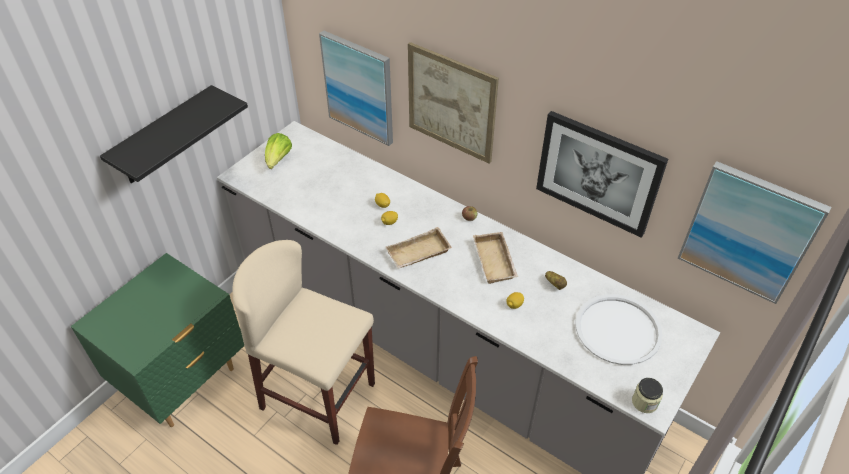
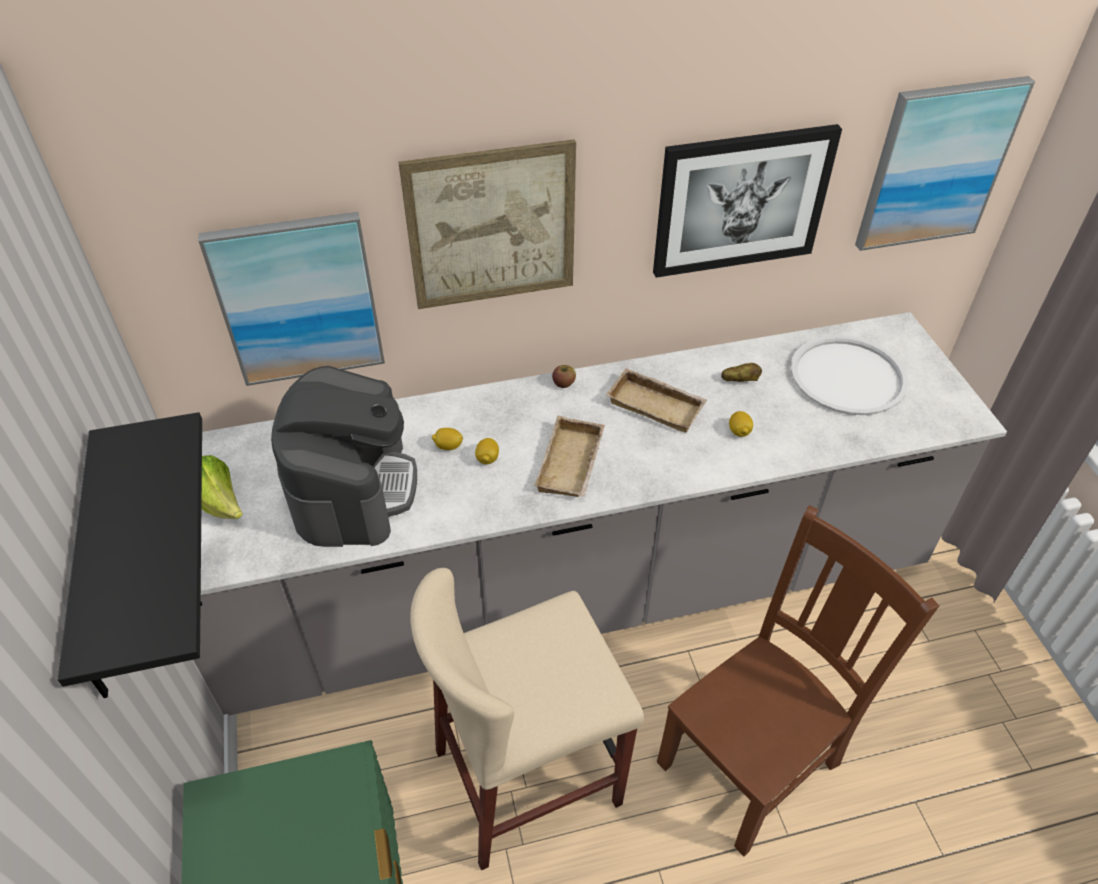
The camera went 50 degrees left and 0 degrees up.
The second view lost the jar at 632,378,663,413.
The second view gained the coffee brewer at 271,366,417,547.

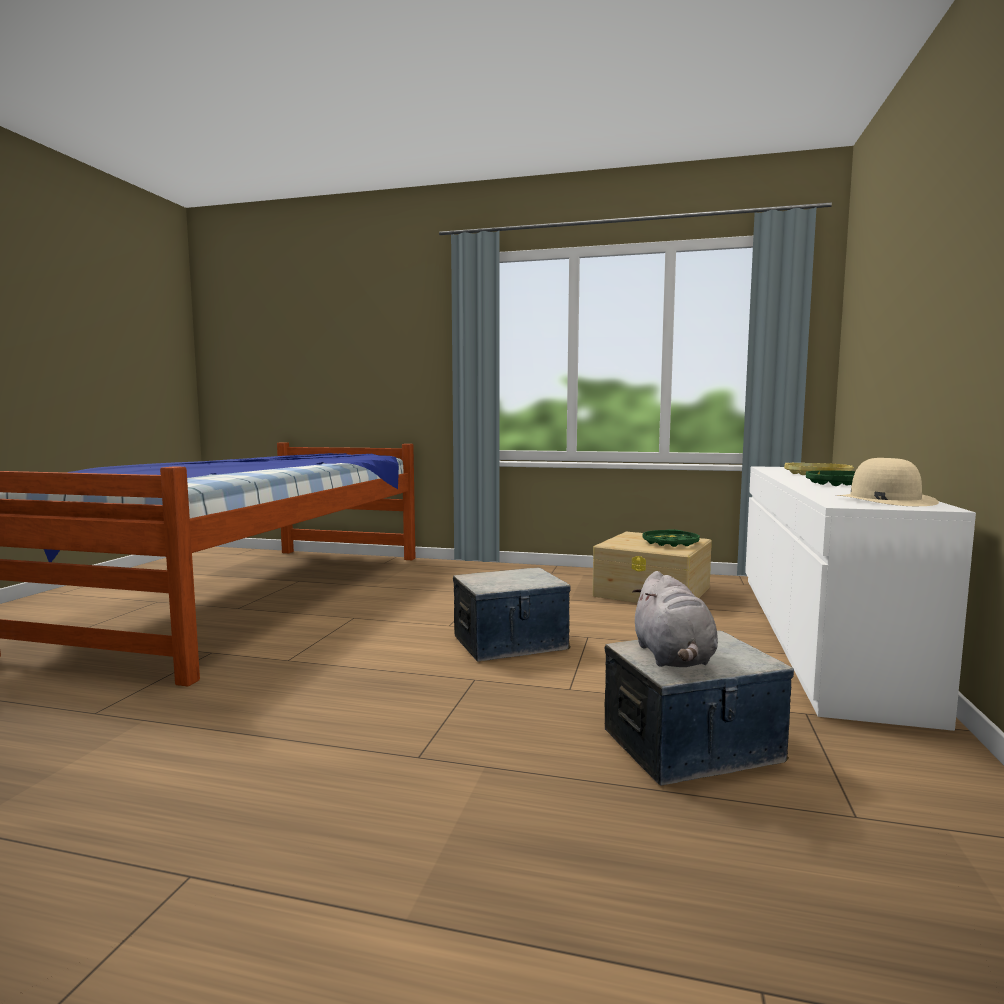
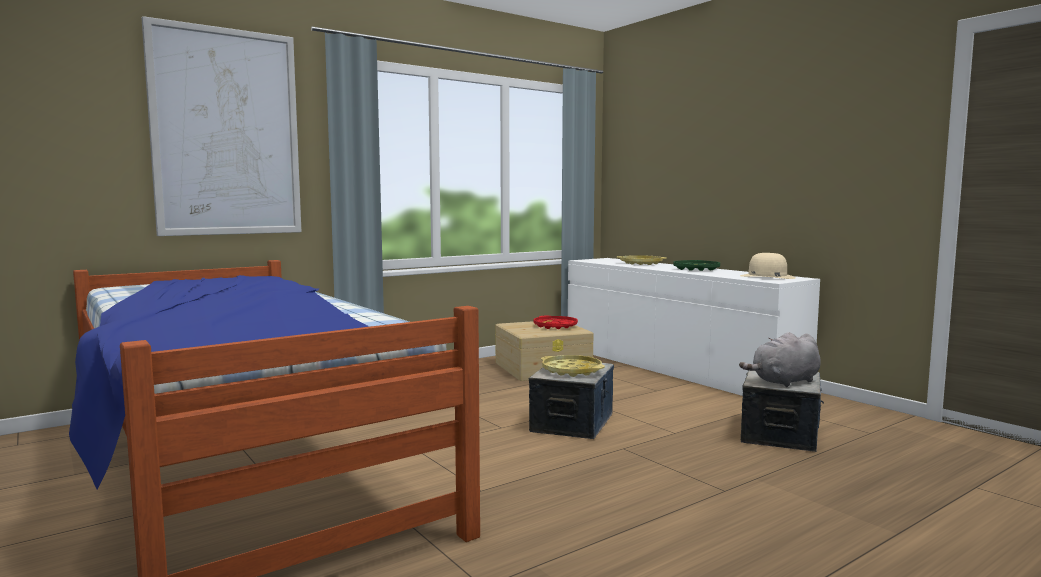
The camera went 50 degrees left and 0 degrees up.
The second view gained the picture at 142,16,302,236.
The second view gained the yellow-coloured serving tray at 541,355,605,377.
What was the green-coloured serving tray at 642,529,700,547 turned into the red-coloured serving tray at 533,316,578,329.
The gray plush toy at 632,571,718,667 ended up facing another way, 120 degrees clockwise from before.

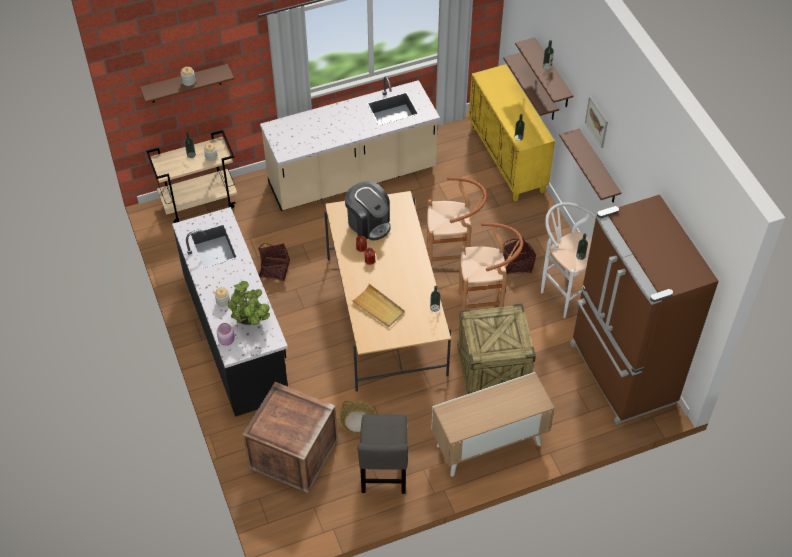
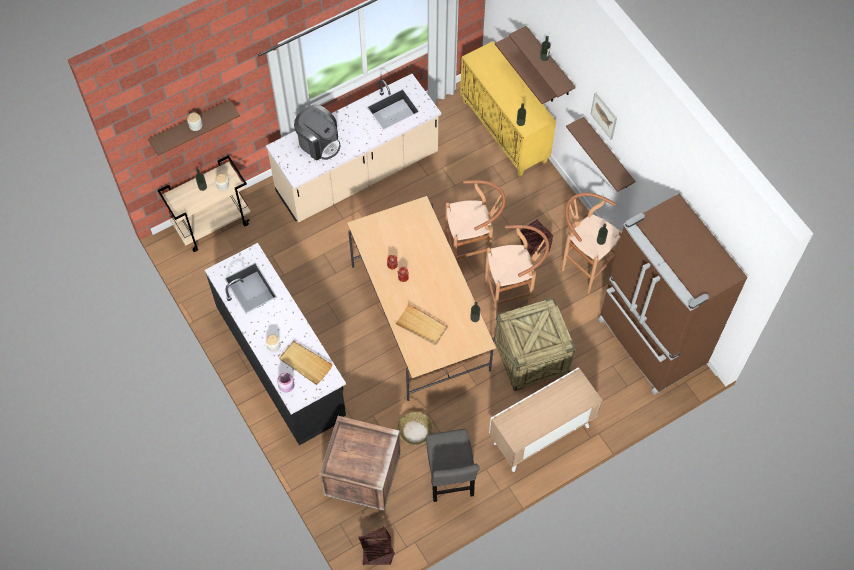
The camera went 10 degrees left and 10 degrees up.
The storage basket ended up elsewhere, having gone from 258,243,290,281 to 358,527,394,565.
The coffee brewer ended up elsewhere, having gone from 345,181,391,241 to 294,105,340,161.
Where the plant in a pot stood at 228,281,270,326, the beige serving tray came to stand at 279,341,333,385.
What was the whitish stool at 541,202,596,318 turned into the brown-coloured stool at 562,192,622,294.

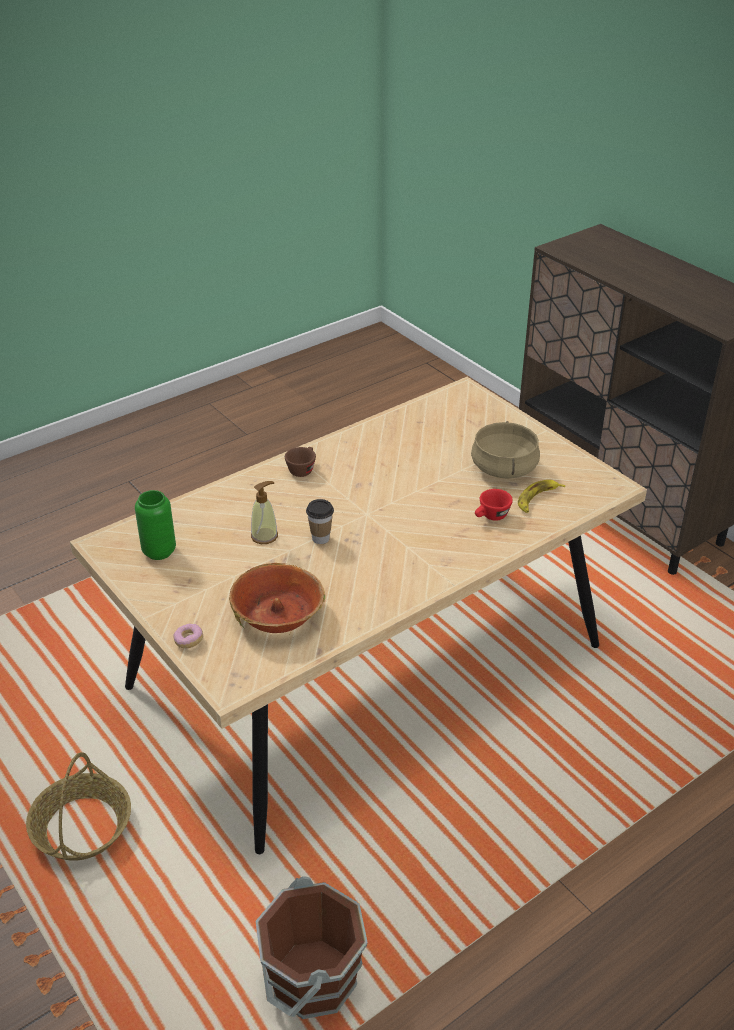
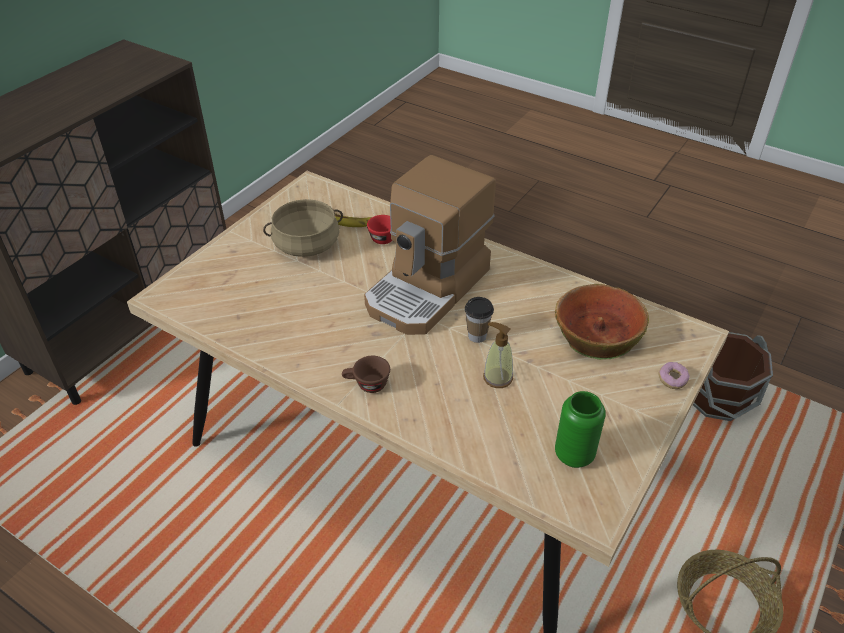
The camera went 110 degrees left and 5 degrees up.
The second view gained the coffee brewer at 364,155,496,335.

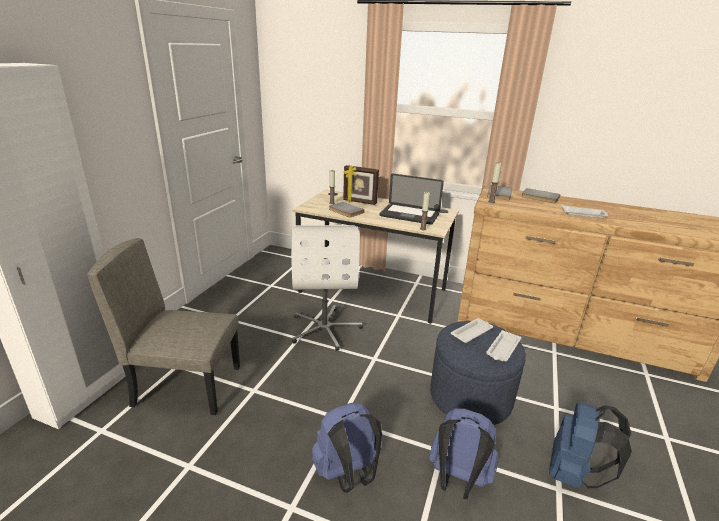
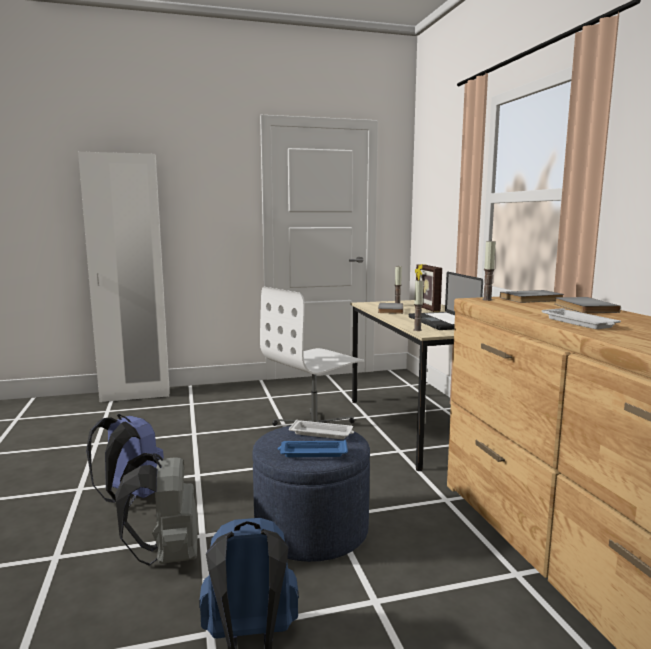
The camera went 55 degrees right and 15 degrees down.
The second view lost the beige chair at 87,238,240,415.
What was the blue knapsack at 430,408,499,499 turned into the gray knapsack at 115,453,198,566.
What was the whitish serving tray at 486,330,521,361 turned into the blue serving tray at 278,440,348,457.

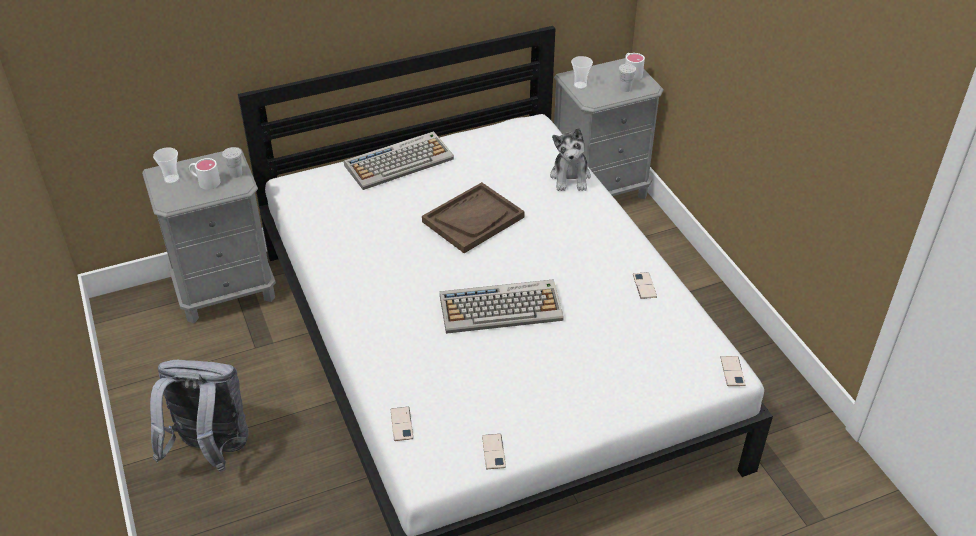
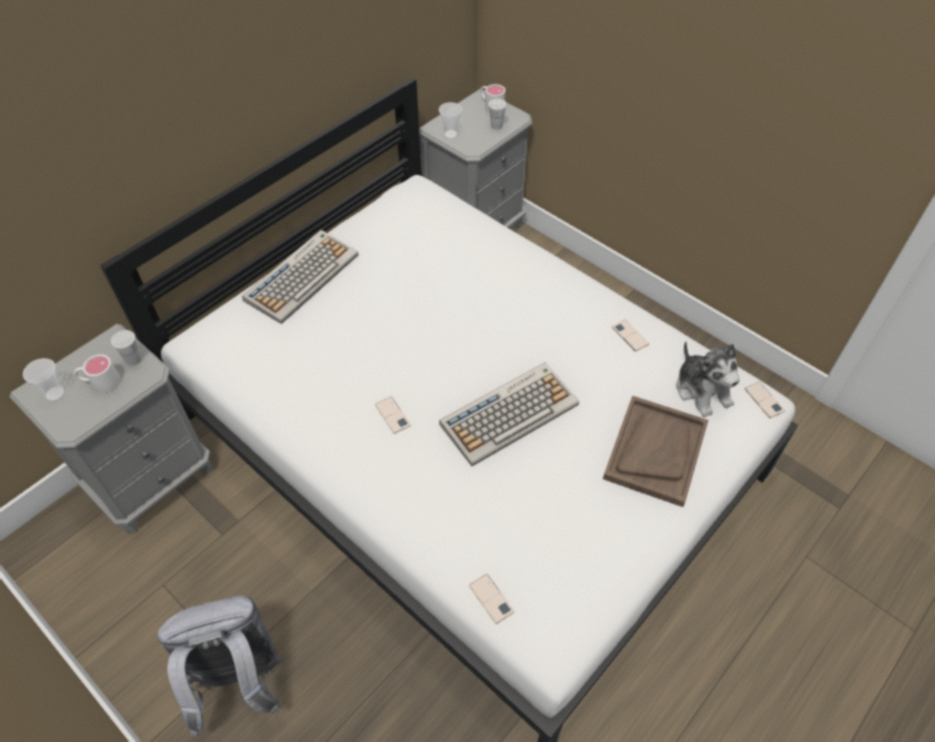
The camera went 25 degrees left and 10 degrees up.
The brown-coloured serving tray ended up elsewhere, having gone from 422,182,525,253 to 603,396,709,507.
The phone ended up elsewhere, having gone from 482,434,506,469 to 375,396,411,434.
The plush toy ended up elsewhere, having gone from 550,128,591,191 to 677,341,740,417.

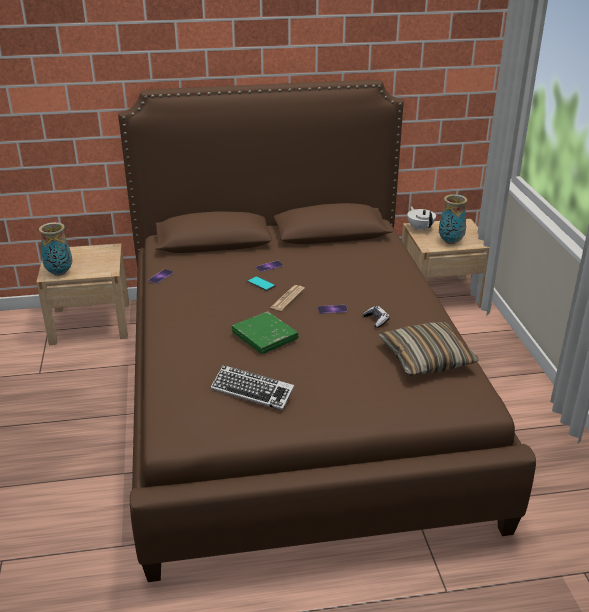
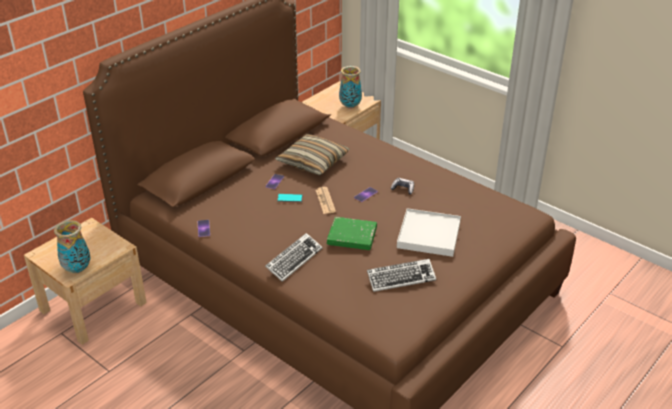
The camera went 40 degrees left and 5 degrees up.
The second view lost the whitish teapot at 407,206,436,231.
The second view gained the keyboard at 265,233,322,282.
The second view gained the whitish serving tray at 397,208,461,257.
The pillow ended up elsewhere, having gone from 379,322,478,376 to 275,134,349,176.

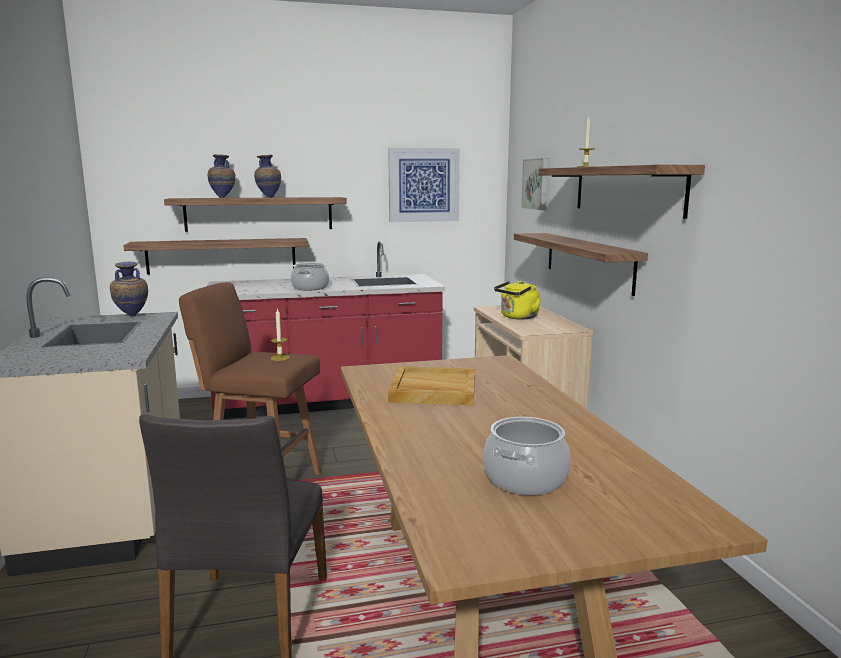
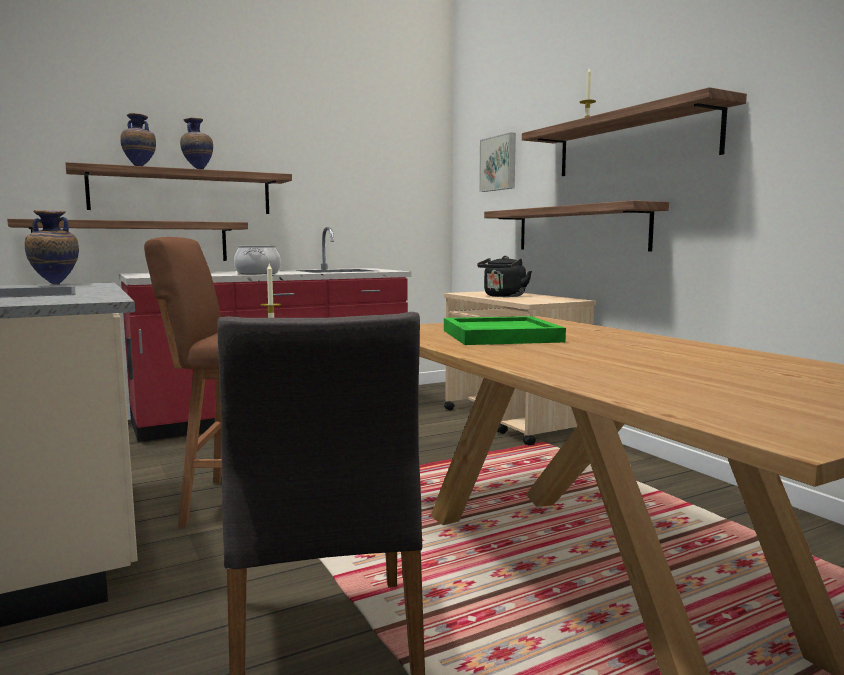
The camera went 15 degrees left and 5 degrees down.
The second view lost the picture at 388,148,460,222.
The second view lost the stockpot at 483,417,570,495.
What was the beige serving tray at 388,366,475,405 turned into the green-coloured serving tray at 444,316,566,345.
What was the yellow-coloured water kettle at 494,281,541,320 turned into the black-coloured water kettle at 477,256,532,297.

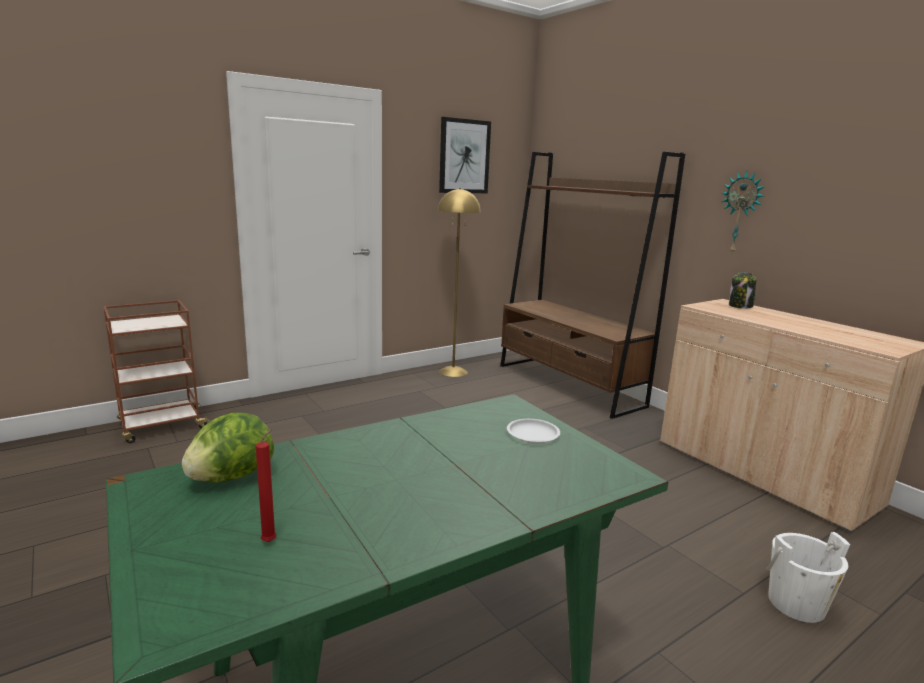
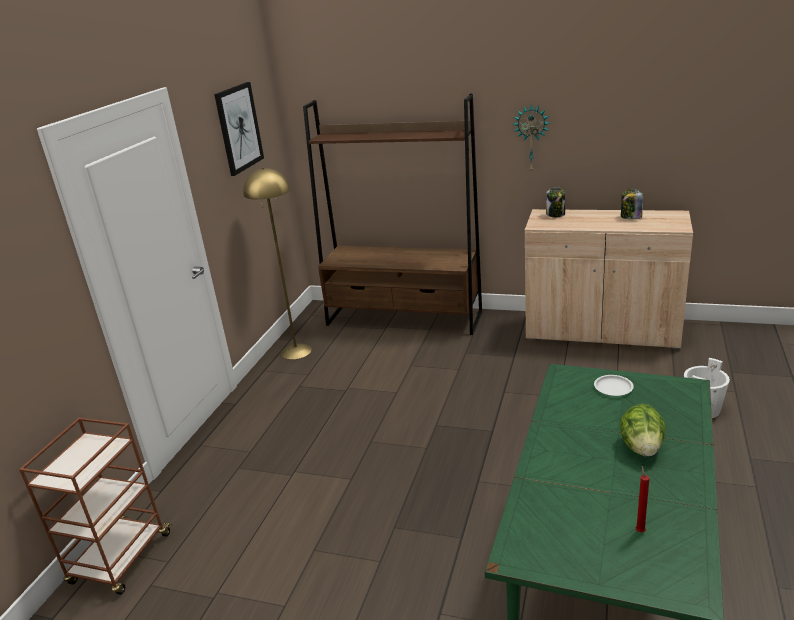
The camera went 35 degrees left and 10 degrees up.
The second view gained the jar at 621,189,643,219.
The lettuce ended up elsewhere, having gone from 182,412,274,483 to 620,404,665,457.

